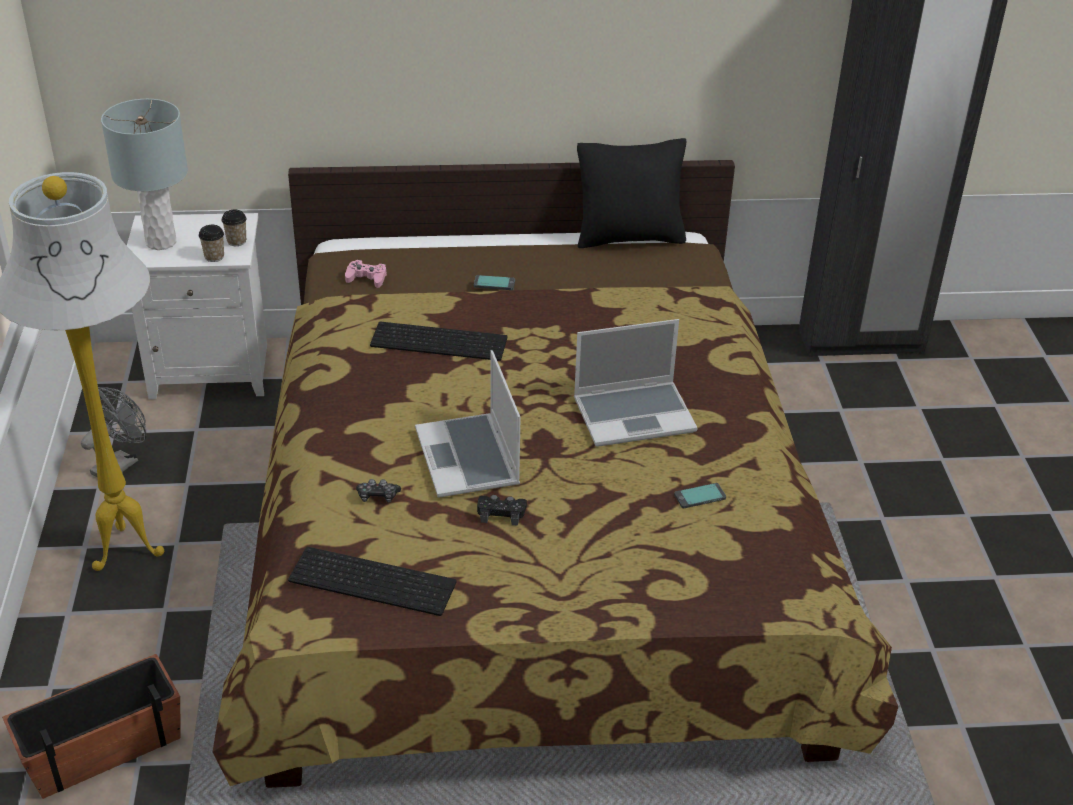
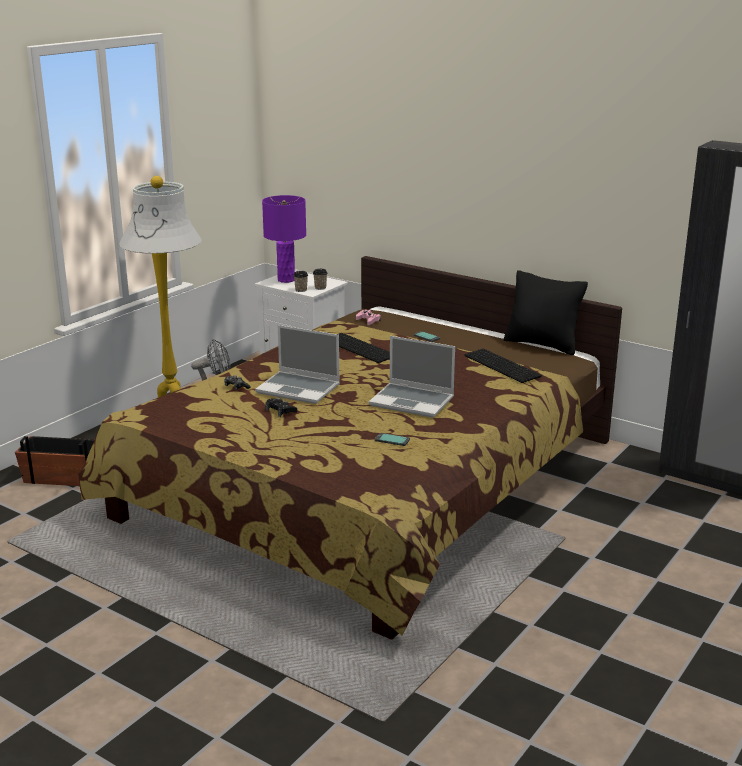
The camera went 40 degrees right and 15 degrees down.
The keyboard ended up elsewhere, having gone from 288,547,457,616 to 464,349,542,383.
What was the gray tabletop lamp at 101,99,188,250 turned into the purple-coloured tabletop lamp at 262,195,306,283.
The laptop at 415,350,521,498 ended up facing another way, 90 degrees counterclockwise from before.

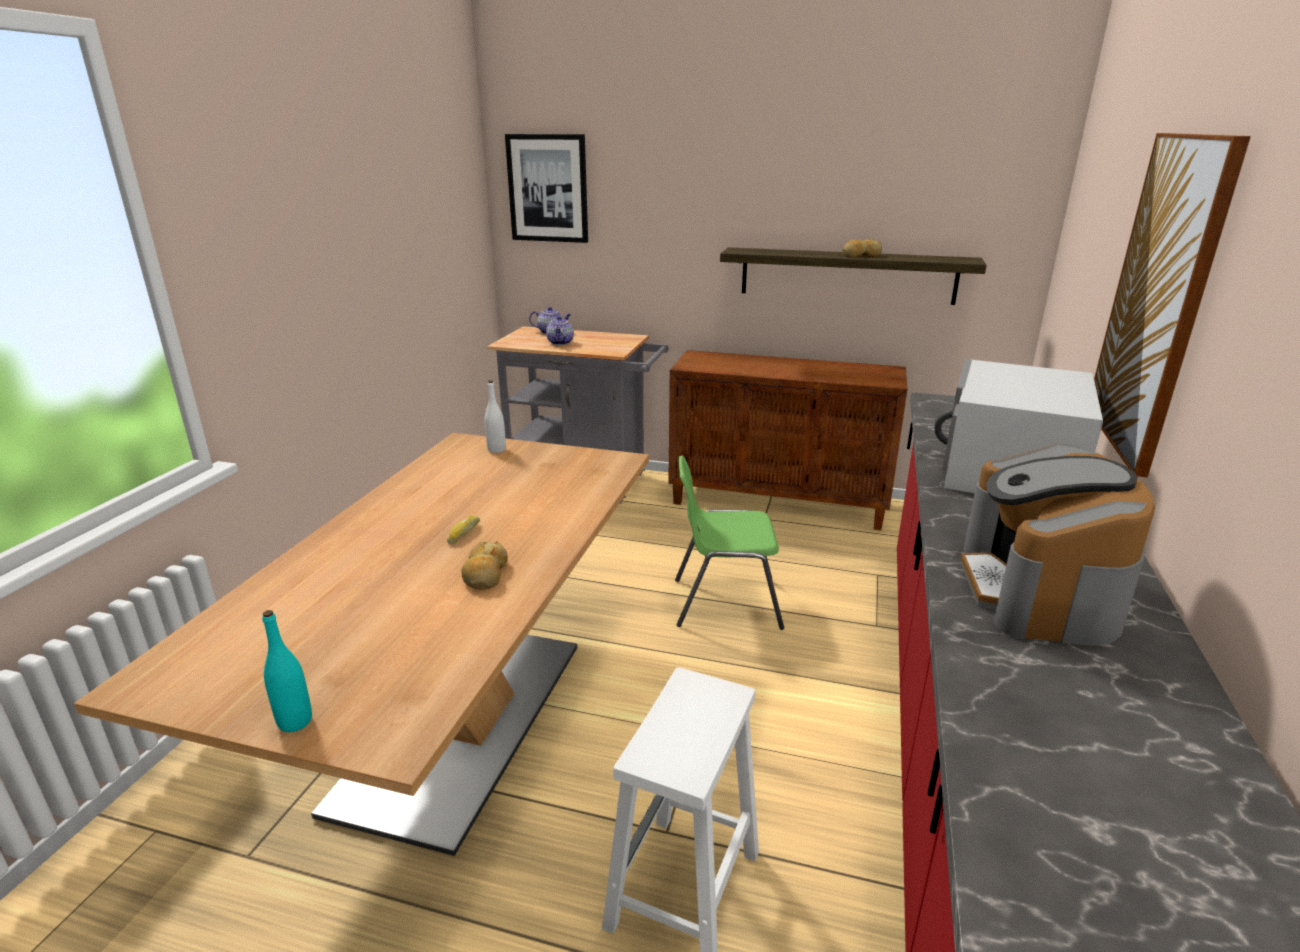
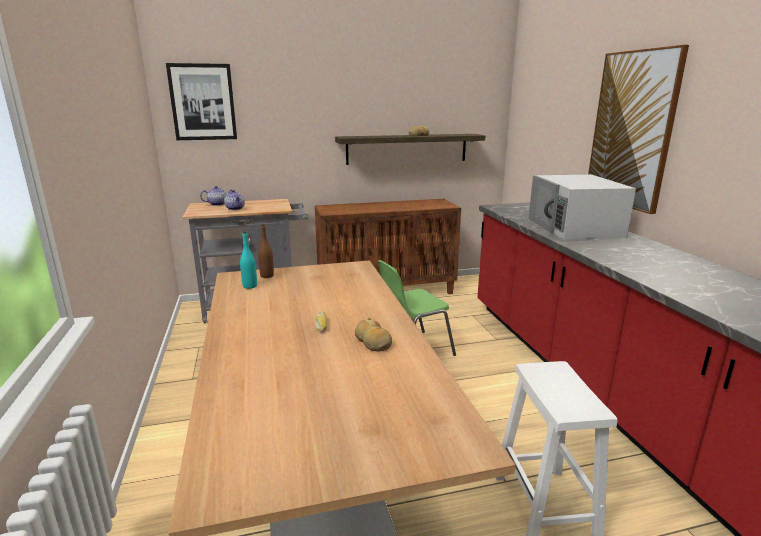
The camera went 30 degrees left and 5 degrees down.
The second view lost the coffee brewer at 961,443,1155,646.
The turquoise-coloured bottle ended up elsewhere, having gone from 262,610,312,732 to 240,232,257,289.
What was the whitish bottle at 484,380,506,453 turned into the brown-coloured bottle at 258,224,274,278.

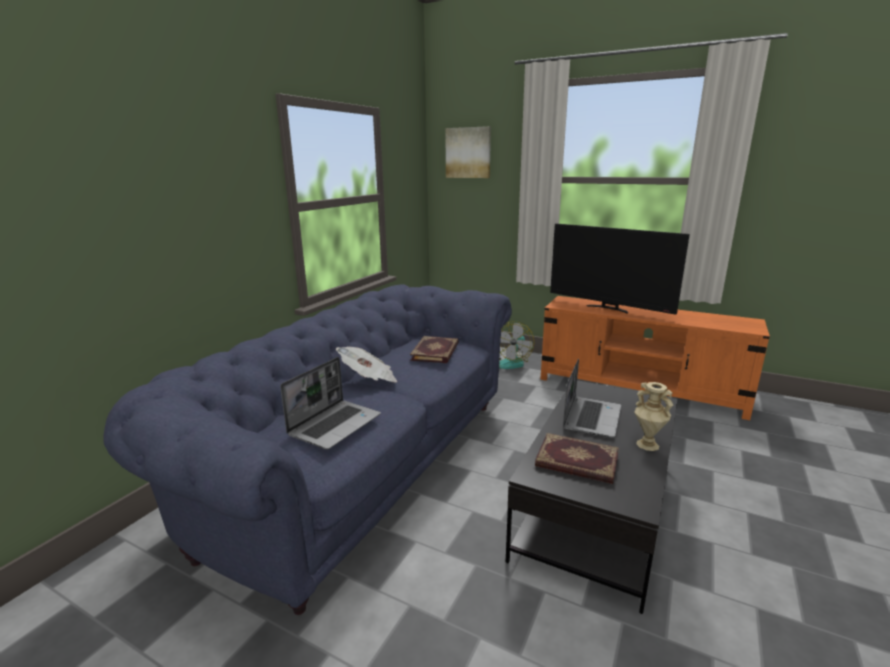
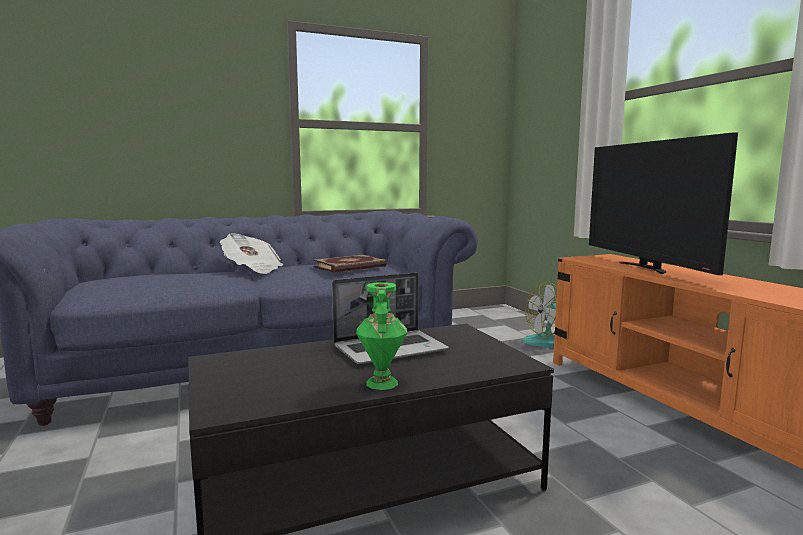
The camera went 40 degrees right and 10 degrees down.
The second view lost the laptop at 280,357,381,449.
The second view lost the picture at 445,126,491,178.
The second view lost the volume at 535,433,619,484.
What was the beige vase at 634,382,673,451 turned into the green-coloured vase at 356,282,407,390.

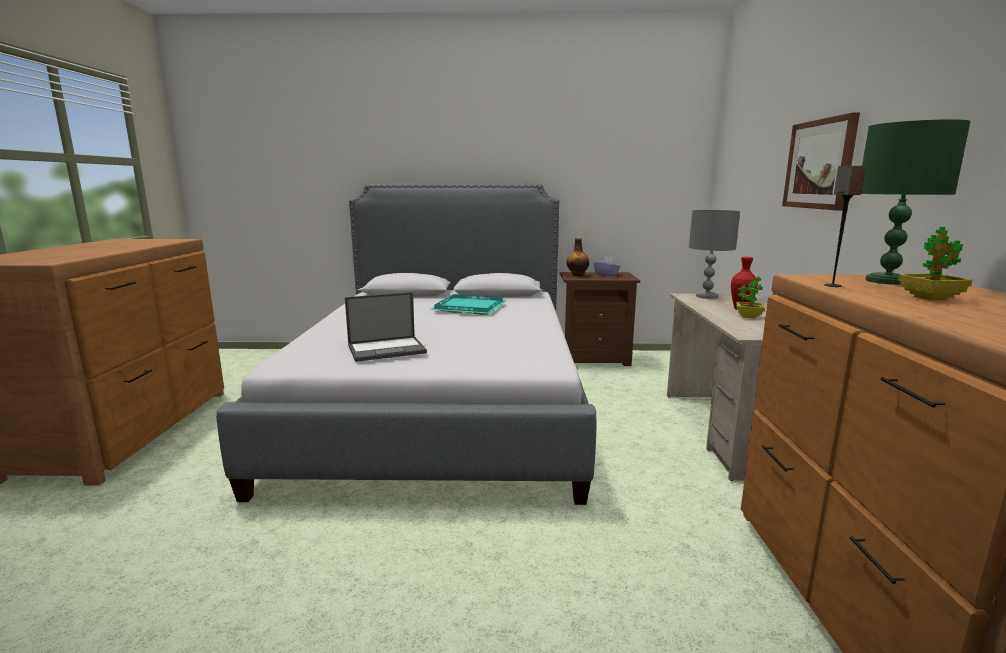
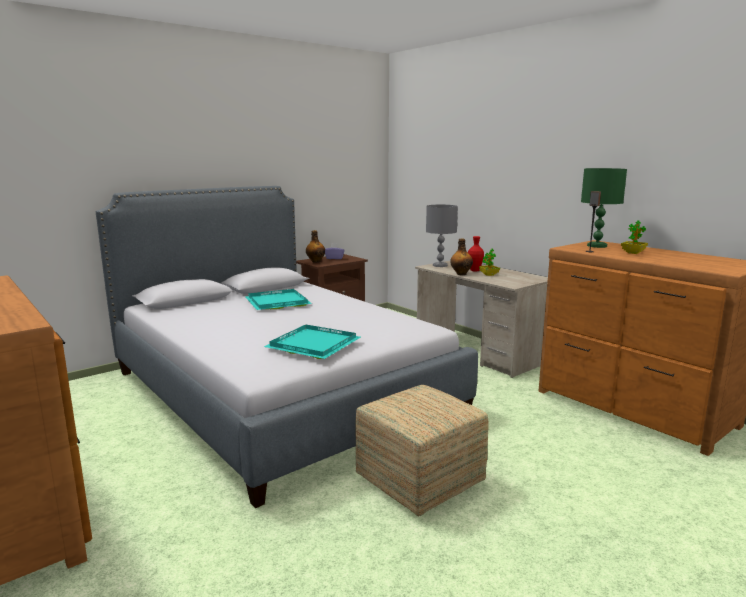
The camera went 40 degrees left and 0 degrees up.
The second view lost the picture at 782,112,860,211.
The second view gained the footrest at 356,385,489,517.
The second view gained the bottle at 450,239,473,275.
Where the laptop stood at 345,292,427,362, the turquoise-coloured serving tray came to stand at 264,324,361,359.

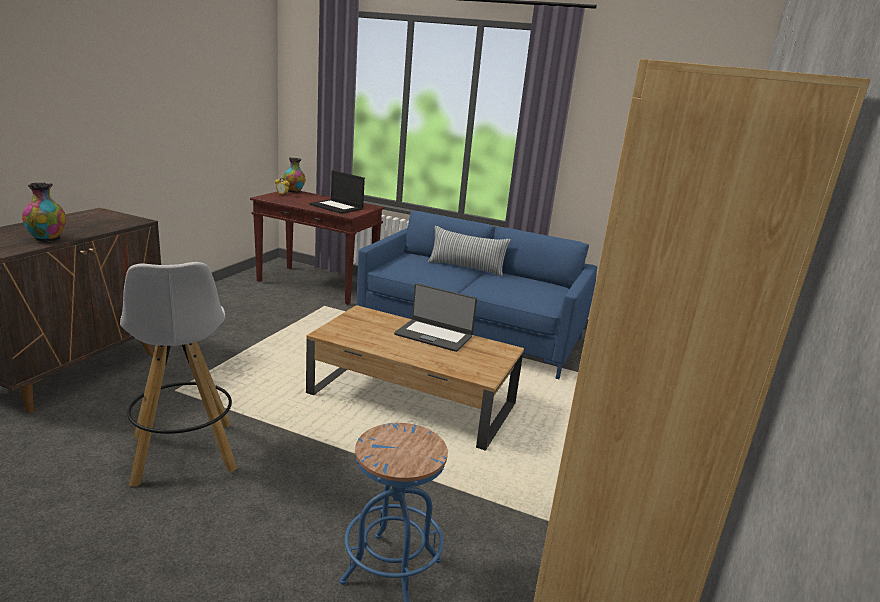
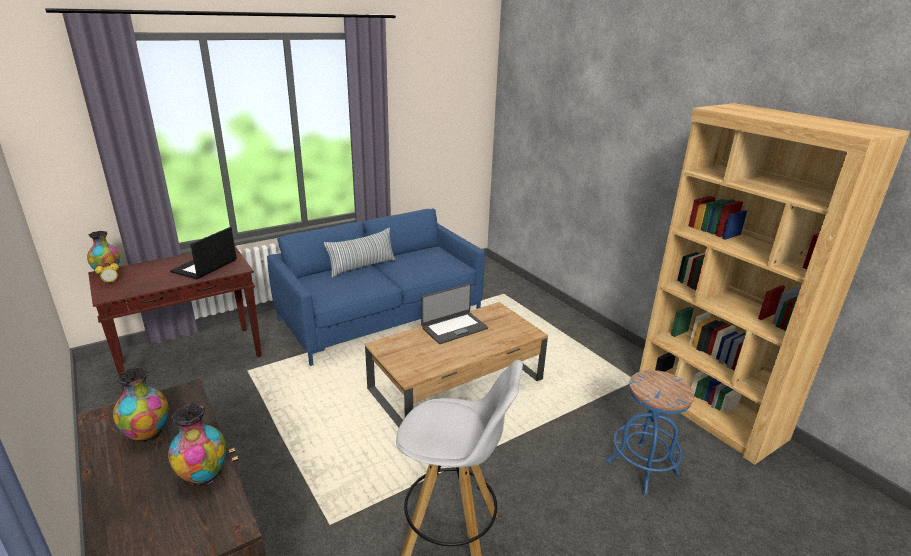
The camera went 55 degrees left and 5 degrees up.
The second view gained the vase at 113,367,168,444.
The laptop at 309,170,365,214 ended up facing another way, 135 degrees clockwise from before.

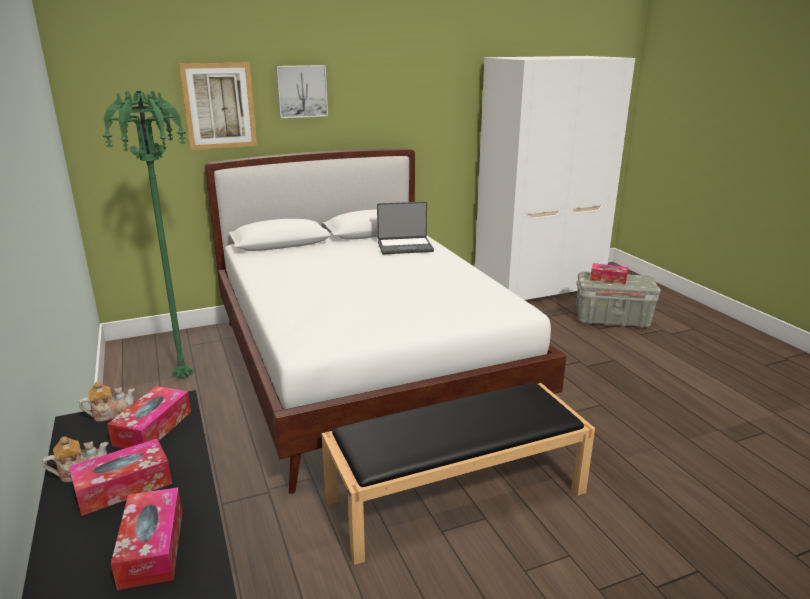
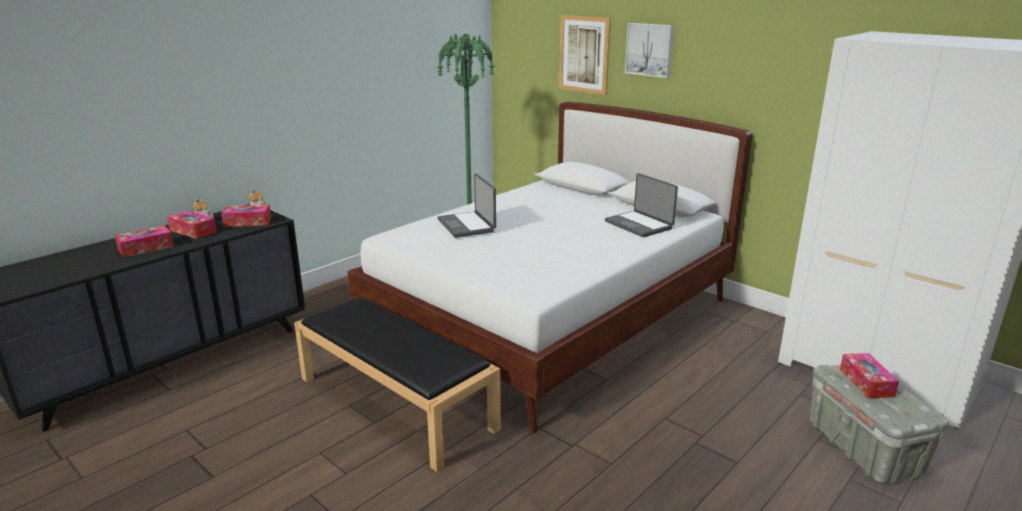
The camera went 65 degrees right and 0 degrees up.
The second view gained the laptop at 437,173,496,238.

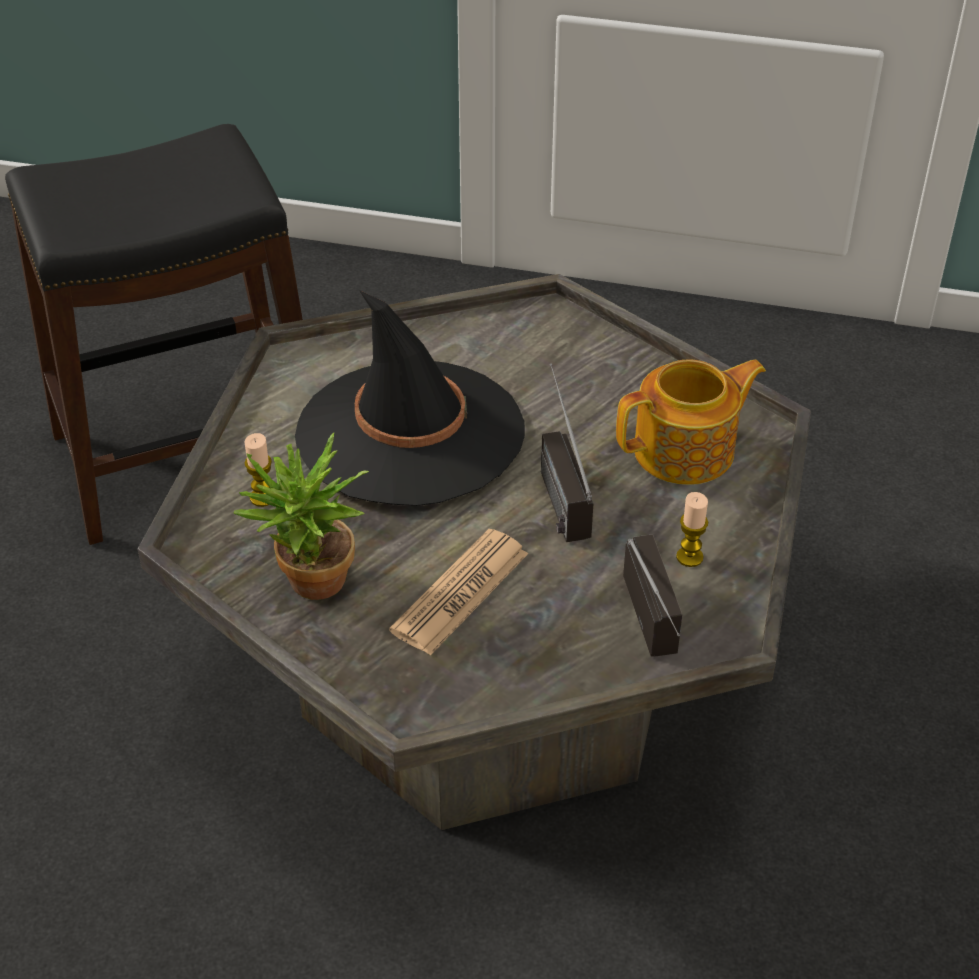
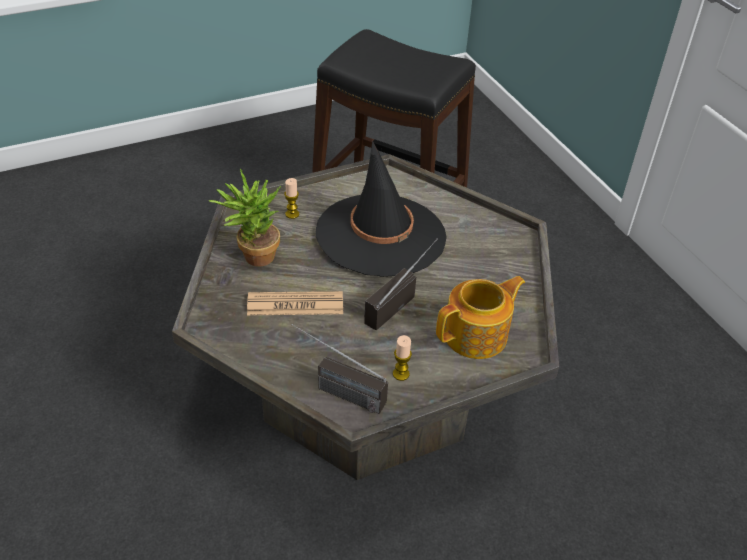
The camera went 50 degrees right and 0 degrees up.
The teapot at 616,359,766,485 ended up facing another way, 60 degrees counterclockwise from before.
The radio at 623,534,682,657 ended up facing another way, 75 degrees clockwise from before.

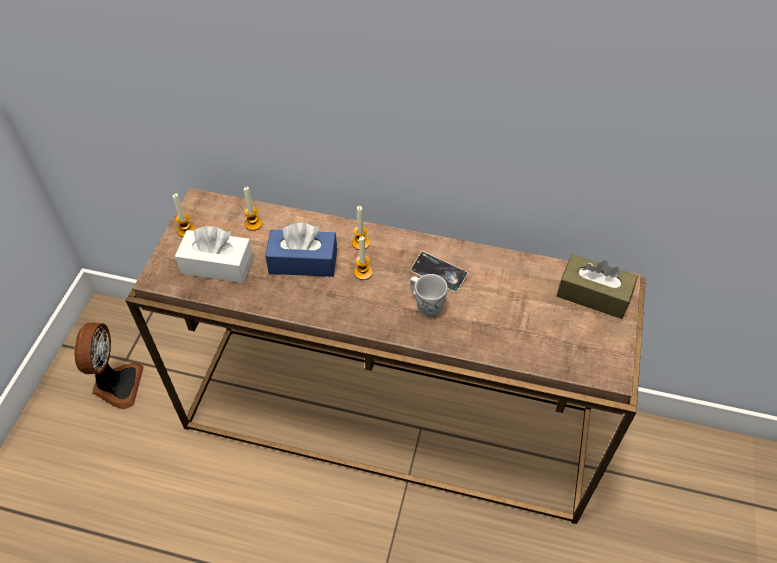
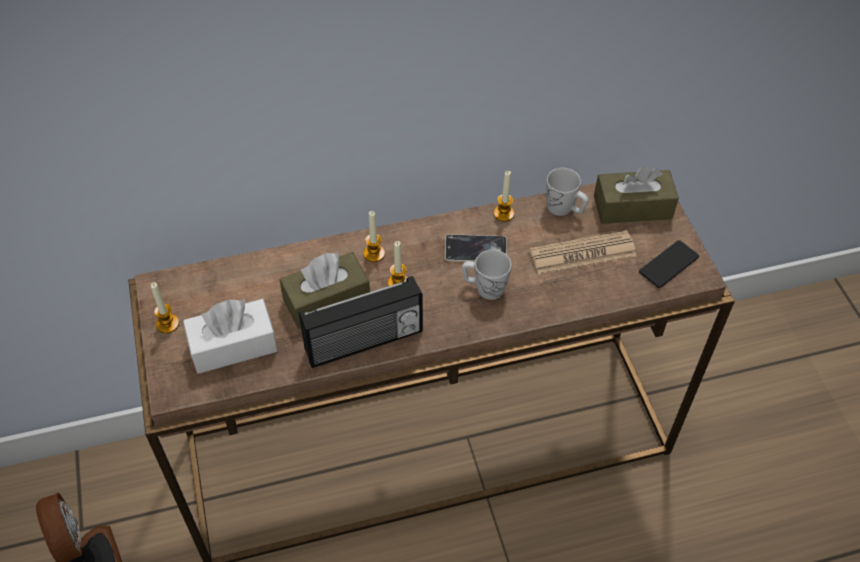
The camera went 30 degrees left and 0 degrees up.
The second view gained the radio at 299,276,423,368.
The second view gained the newspaper at 529,231,636,274.
The second view gained the whitish coffee mug at 546,168,588,216.
The second view gained the phone at 639,240,699,288.
The wax candle ended up elsewhere, having gone from 244,187,263,231 to 494,171,514,222.
What was the blue box of tissues at 265,223,337,277 turned into the brown-coloured box of tissues at 280,252,370,329.

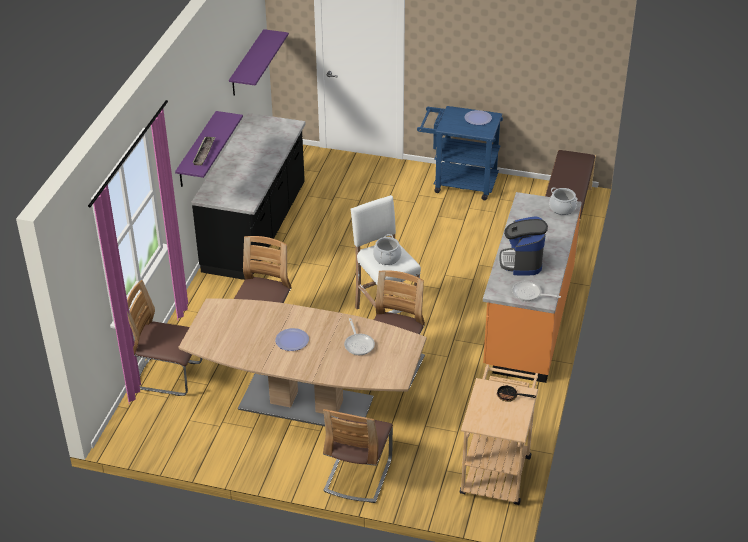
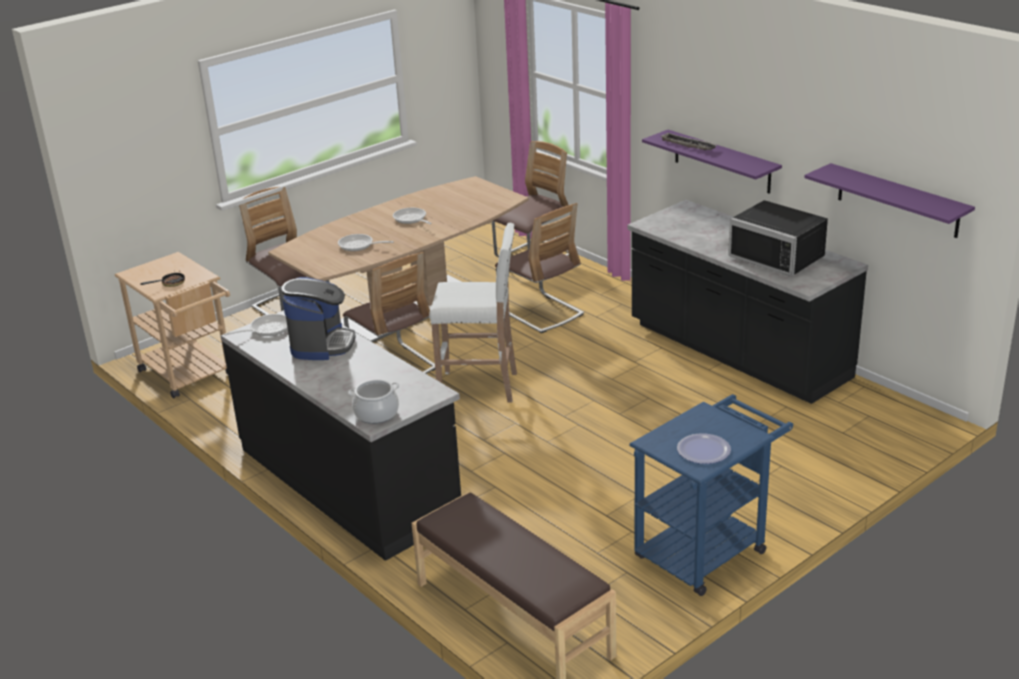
The camera went 125 degrees right and 10 degrees down.
The second view lost the stockpot at 373,234,402,265.
The second view gained the black-coloured kitchen microwave at 728,200,828,276.
Where the dinner plate stood at 275,328,309,351, the skillet came to stand at 393,208,432,224.
What was the orange-coloured kitchen counter at 483,192,582,383 turned into the black-coloured kitchen counter at 221,310,461,561.
The coffee brewer at 499,216,548,276 ended up facing another way, 60 degrees clockwise from before.

